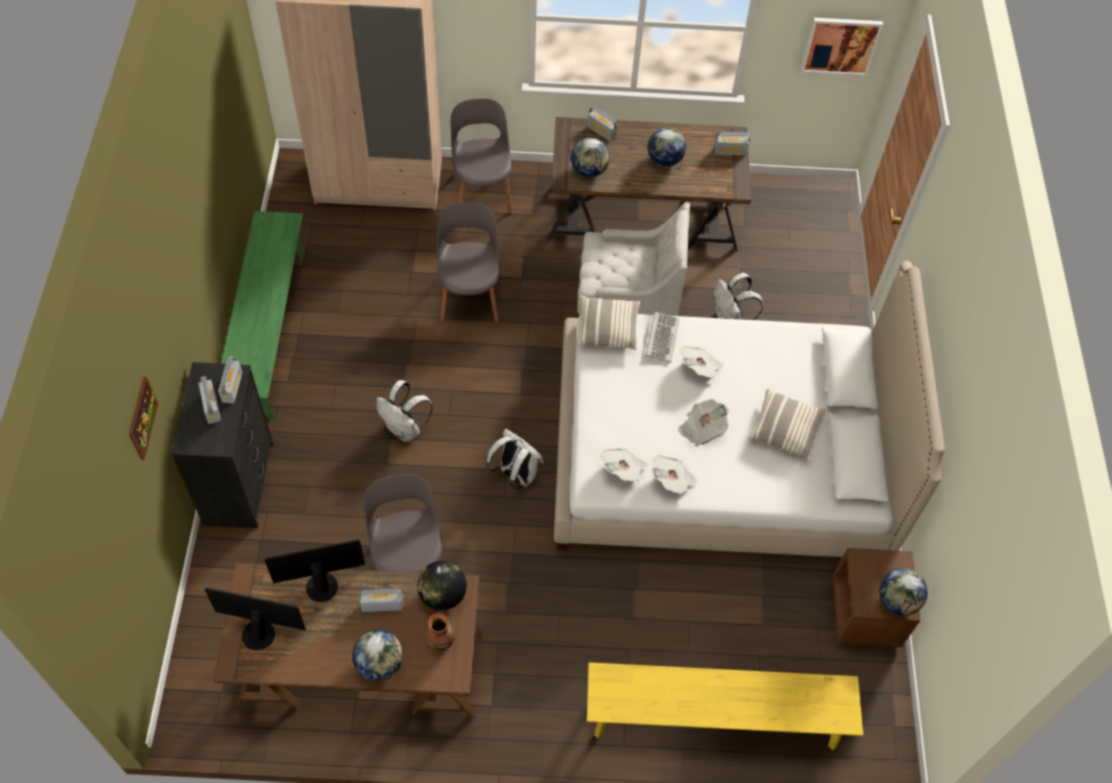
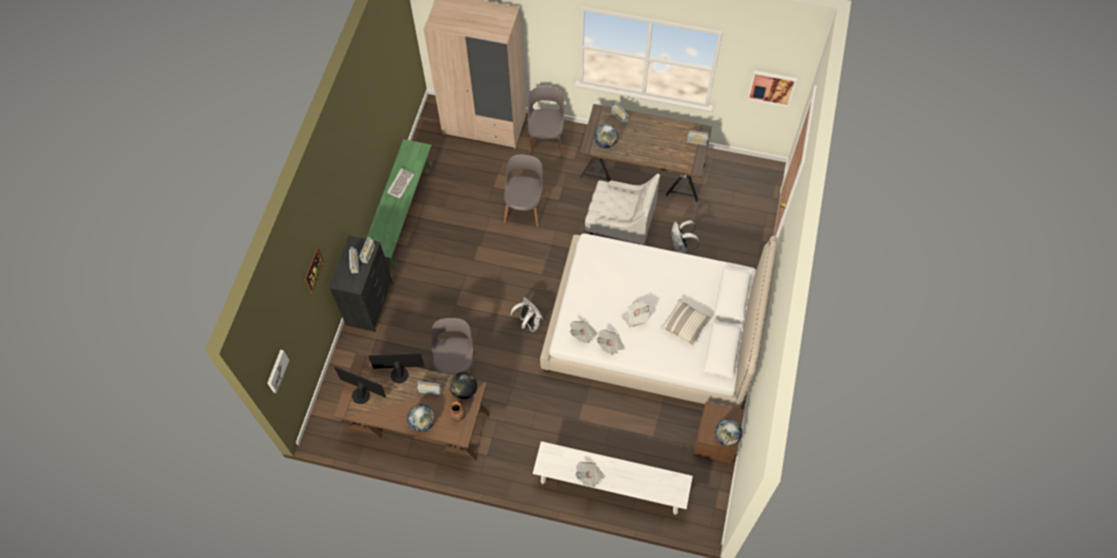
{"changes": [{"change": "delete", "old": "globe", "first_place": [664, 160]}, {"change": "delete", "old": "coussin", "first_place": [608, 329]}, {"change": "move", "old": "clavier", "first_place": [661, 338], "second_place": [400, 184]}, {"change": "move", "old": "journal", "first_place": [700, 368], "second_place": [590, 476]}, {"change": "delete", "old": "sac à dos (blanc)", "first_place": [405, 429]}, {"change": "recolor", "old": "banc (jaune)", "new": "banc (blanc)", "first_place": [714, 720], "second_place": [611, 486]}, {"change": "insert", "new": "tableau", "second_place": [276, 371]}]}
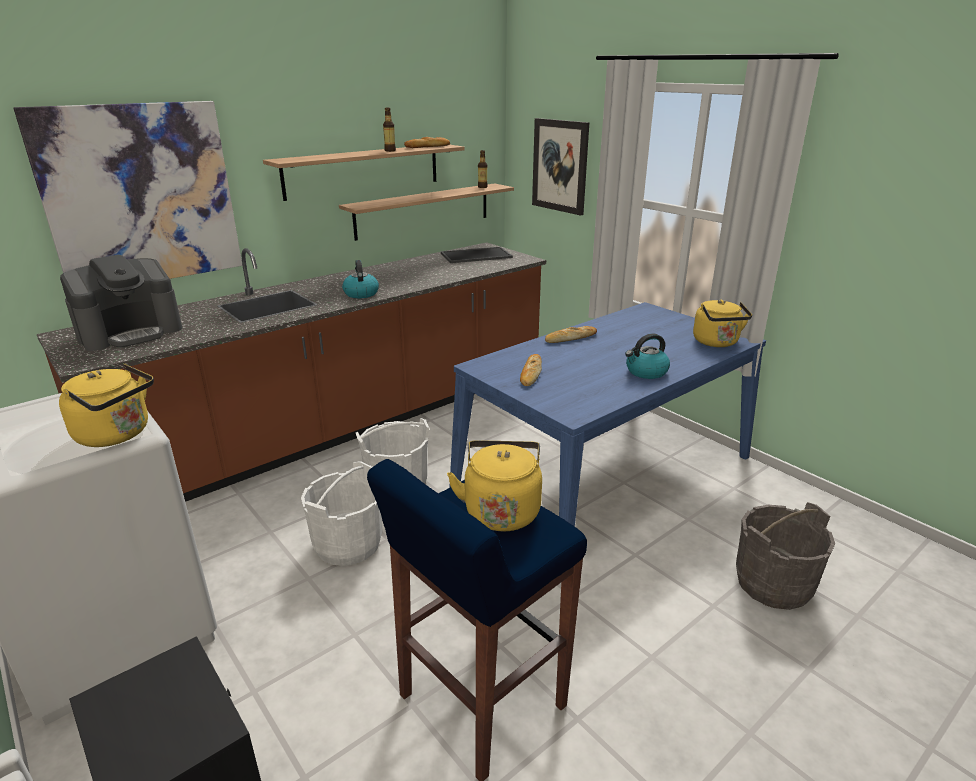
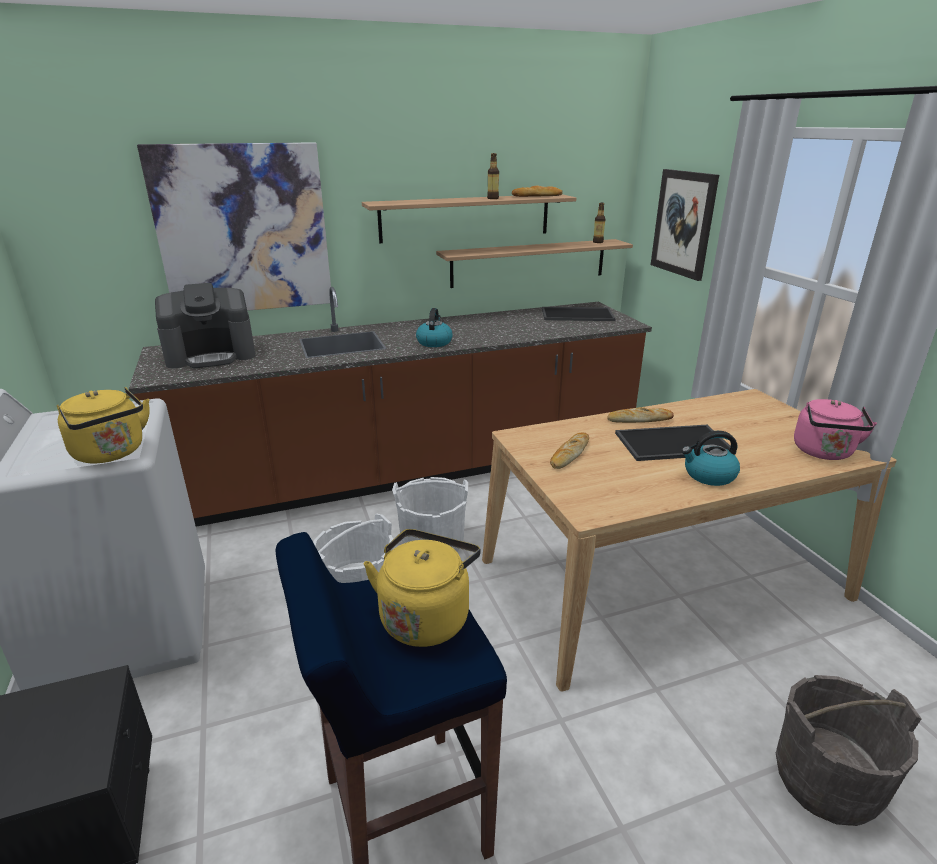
{"changes": [{"change": "recolor", "old": "bouilloire (jaune)", "new": "bouilloire (rose)", "first_place": [717, 343], "second_place": [824, 453]}, {"change": "recolor", "old": "table à manger (bleu)", "new": "table à manger (beige)", "first_place": [605, 472], "second_place": [661, 578]}, {"change": "insert", "new": "plateau", "second_place": [673, 444]}]}
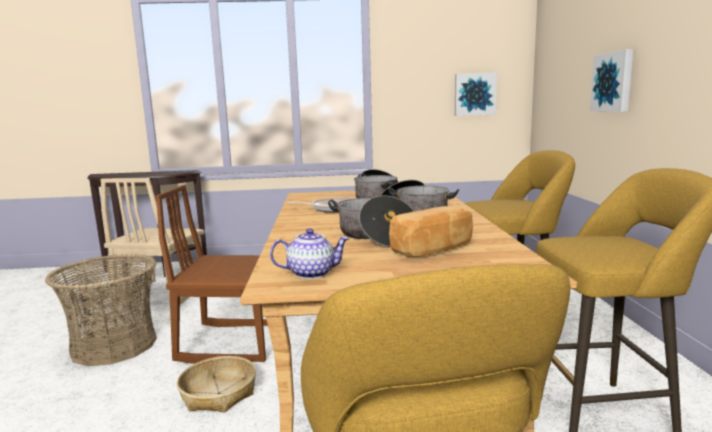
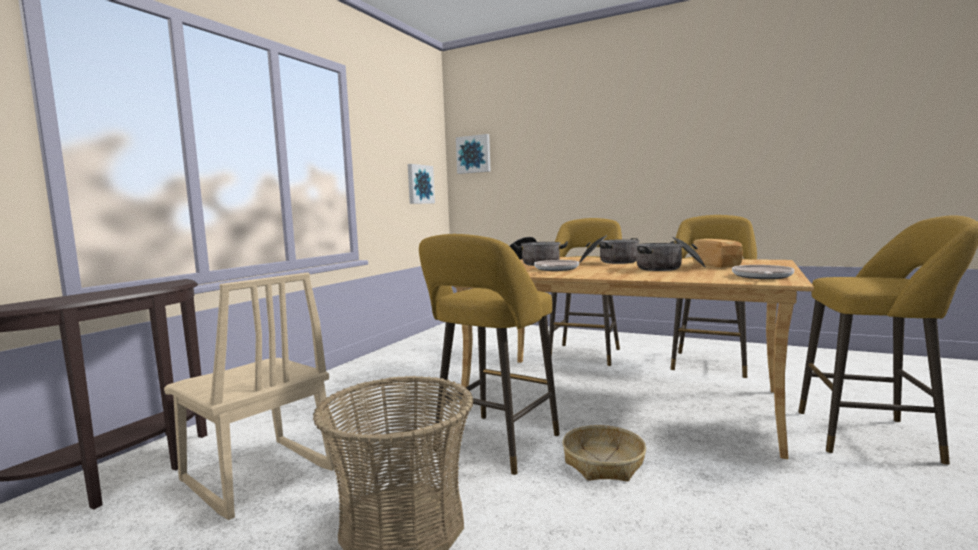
{"changes": [{"change": "move", "old": "tableau", "first_place": [613, 82], "second_place": [474, 154]}, {"change": "replace", "old": "chaise (marron)", "new": "tabouret (jaune)", "first_place": [232, 342], "second_place": [493, 445]}, {"change": "replace", "old": "théière", "new": "poêle", "first_place": [312, 273], "second_place": [761, 277]}]}
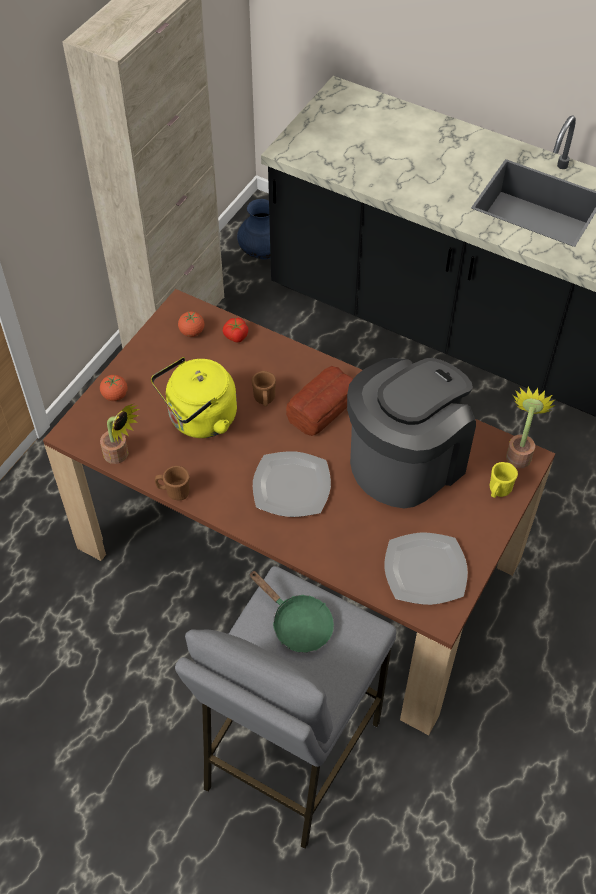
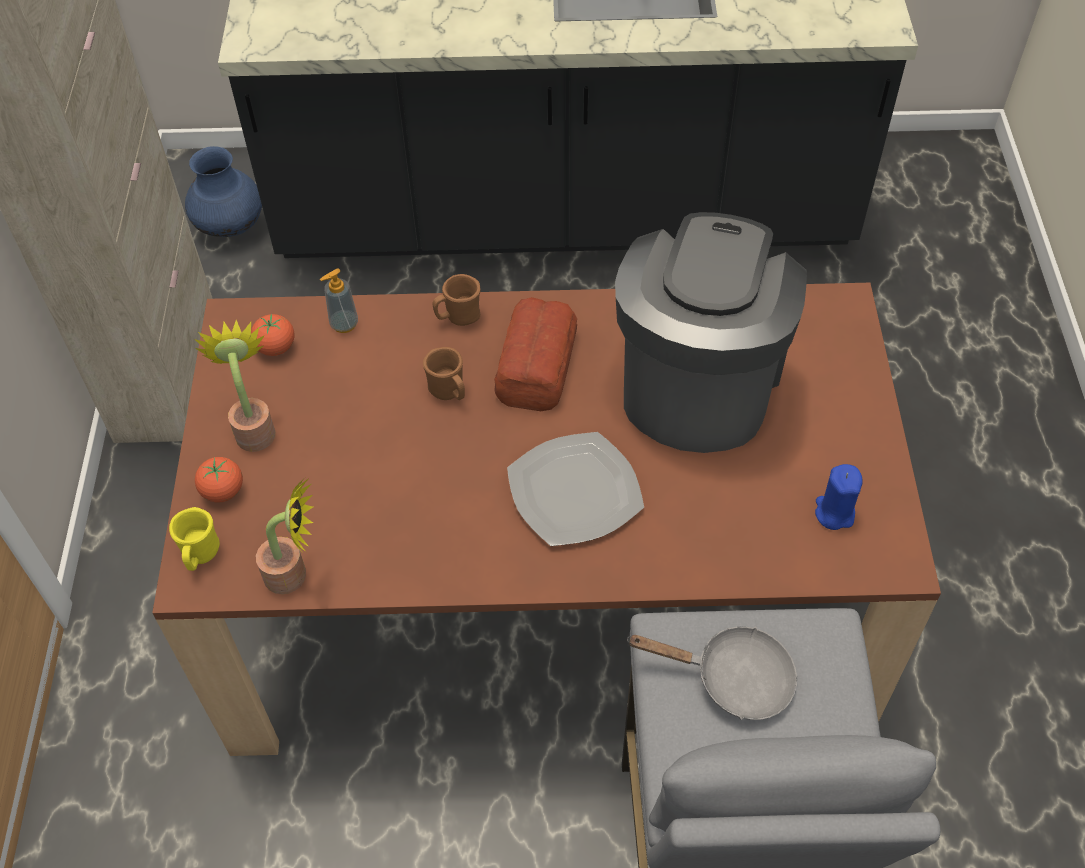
{"changes": [{"change": "replace", "old": "tomate", "new": "distributeur de savon", "first_place": [235, 336], "second_place": [344, 324]}, {"change": "delete", "old": "bouilloire (jaune)", "first_place": [199, 420]}, {"change": "move", "old": "plante en pot", "first_place": [519, 453], "second_place": [254, 428]}, {"change": "move", "old": "mug (jaune)", "first_place": [498, 491], "second_place": [200, 555]}, {"change": "move", "old": "mug (marron)", "first_place": [174, 492], "second_place": [458, 317]}, {"change": "replace", "old": "assiette", "new": "bougie (bleu)", "first_place": [426, 571], "second_place": [834, 512]}, {"change": "recolor", "old": "poêle (vert)", "new": "poêle (gris)", "first_place": [297, 624], "second_place": [733, 678]}]}
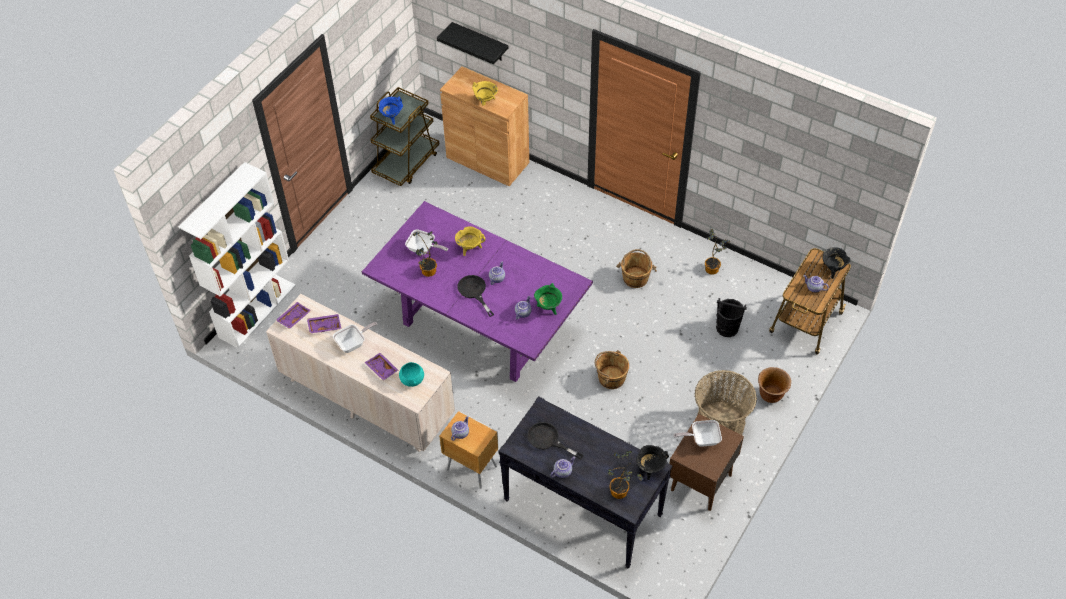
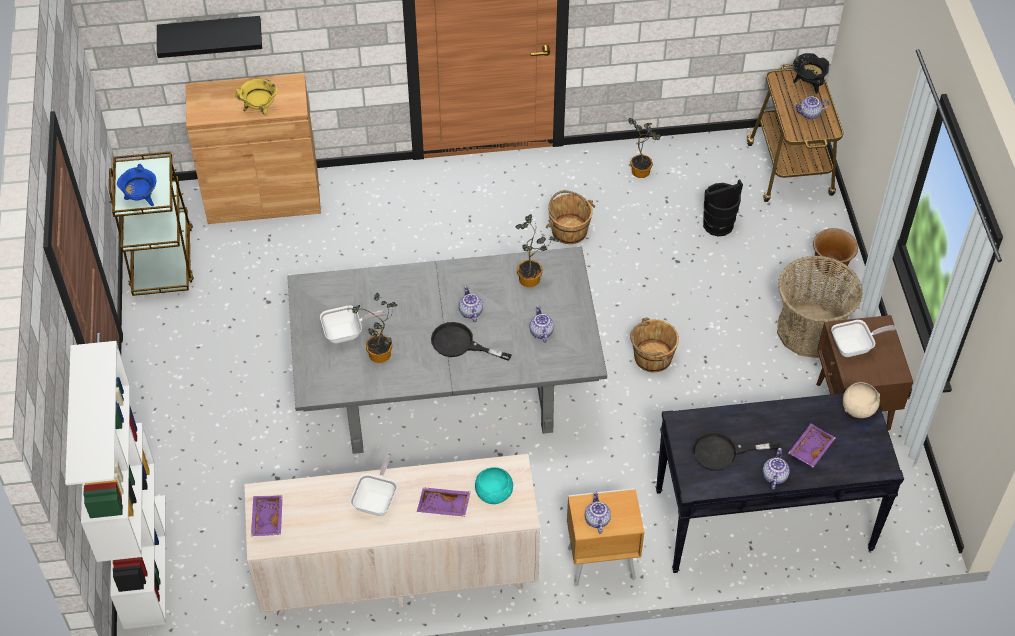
{"changes": [{"change": "recolor", "old": "table à manger (violet)", "new": "table à manger (gris)", "first_place": [479, 325], "second_place": [445, 395]}, {"change": "delete", "old": "marmite (jaune)", "first_place": [470, 248]}, {"change": "delete", "old": "marmite (vert)", "first_place": [548, 307]}, {"change": "move", "old": "plateau (violet)", "first_place": [324, 326], "second_place": [809, 448]}, {"change": "rotate", "old": "poêle", "first_place": [701, 439], "second_place": [855, 347], "degrees": -150}, {"change": "replace", "old": "marmite (noir)", "new": "bol (beige)", "first_place": [650, 469], "second_place": [858, 408]}, {"change": "move", "old": "plante en pot", "first_place": [621, 492], "second_place": [533, 278]}]}
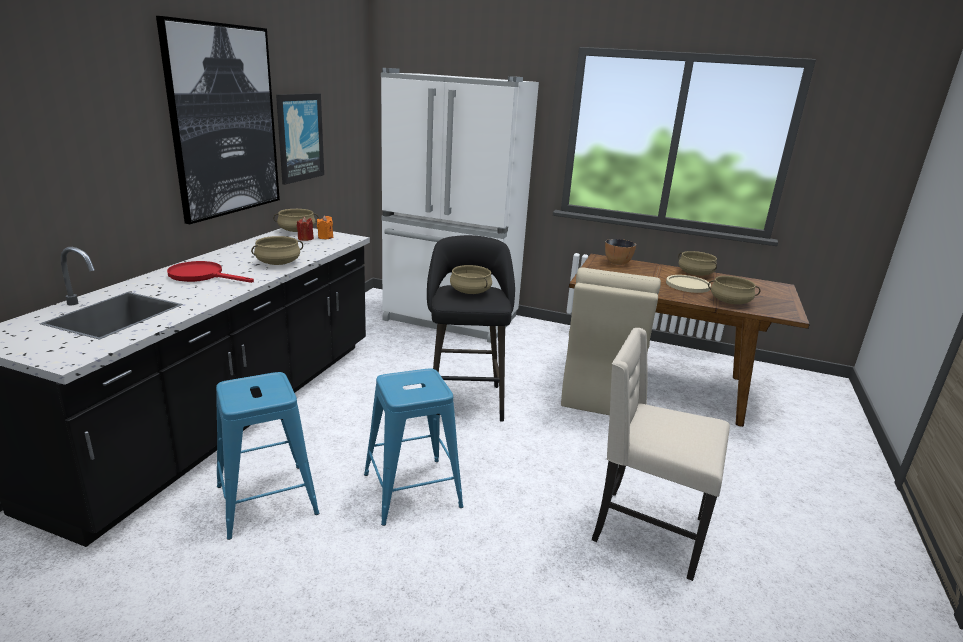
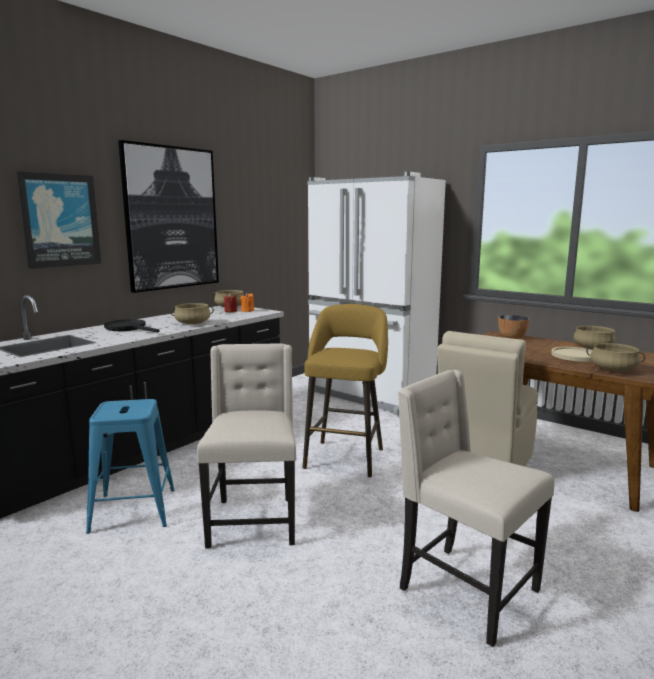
{"changes": [{"change": "move", "old": "tableau", "first_place": [299, 137], "second_place": [60, 220]}, {"change": "recolor", "old": "tabouret (noir)", "new": "tabouret (jaune)", "first_place": [465, 399], "second_place": [345, 456]}, {"change": "recolor", "old": "poêle (rouge)", "new": "poêle (noir)", "first_place": [202, 276], "second_place": [129, 328]}, {"change": "delete", "old": "marmite (beige)", "first_place": [470, 291]}, {"change": "replace", "old": "tabouret (bleu)", "new": "chaise (beige)", "first_place": [411, 490], "second_place": [253, 520]}]}
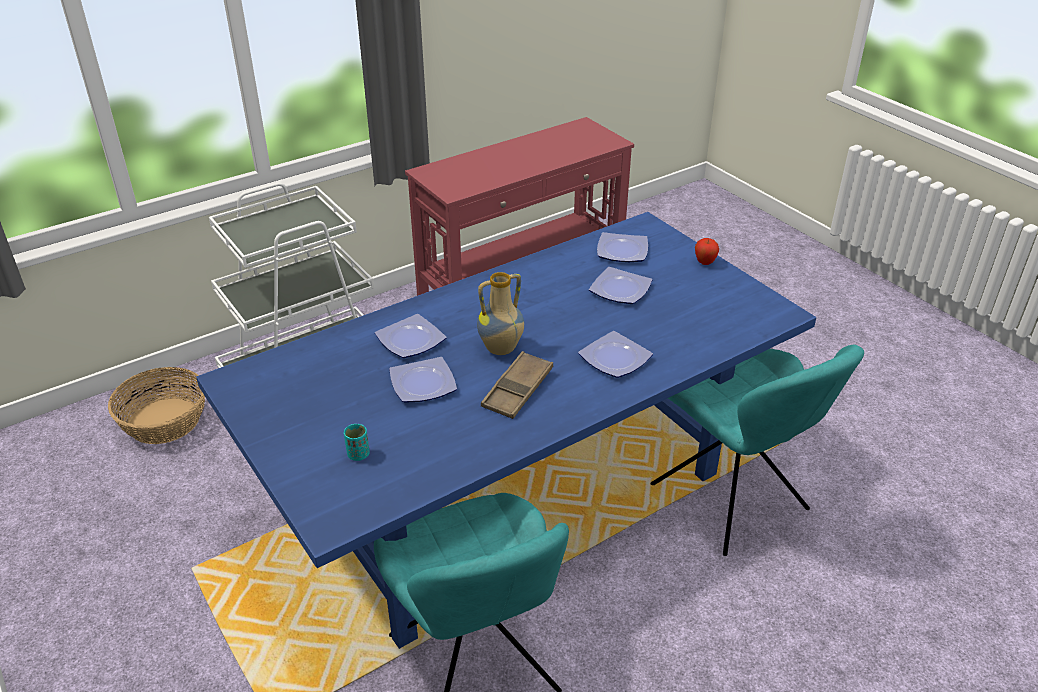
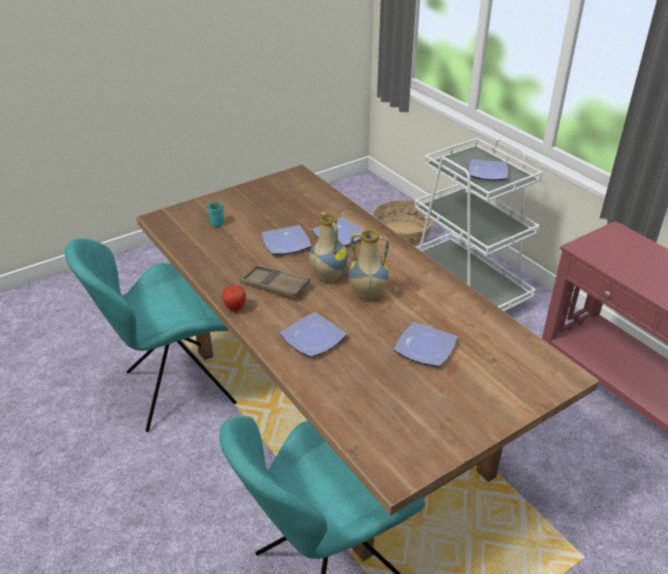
{"changes": [{"change": "recolor", "old": "table à manger (bleu)", "new": "table à manger (marron)", "first_place": [520, 494], "second_place": [335, 411]}, {"change": "move", "old": "assiette", "first_place": [623, 251], "second_place": [488, 173]}, {"change": "move", "old": "pomme", "first_place": [705, 263], "second_place": [235, 308]}, {"change": "insert", "new": "vase", "second_place": [367, 295]}]}
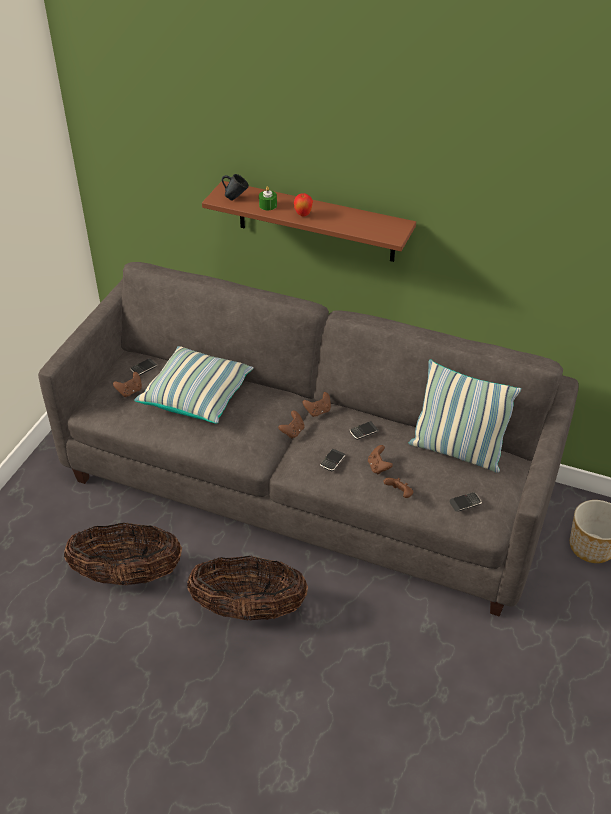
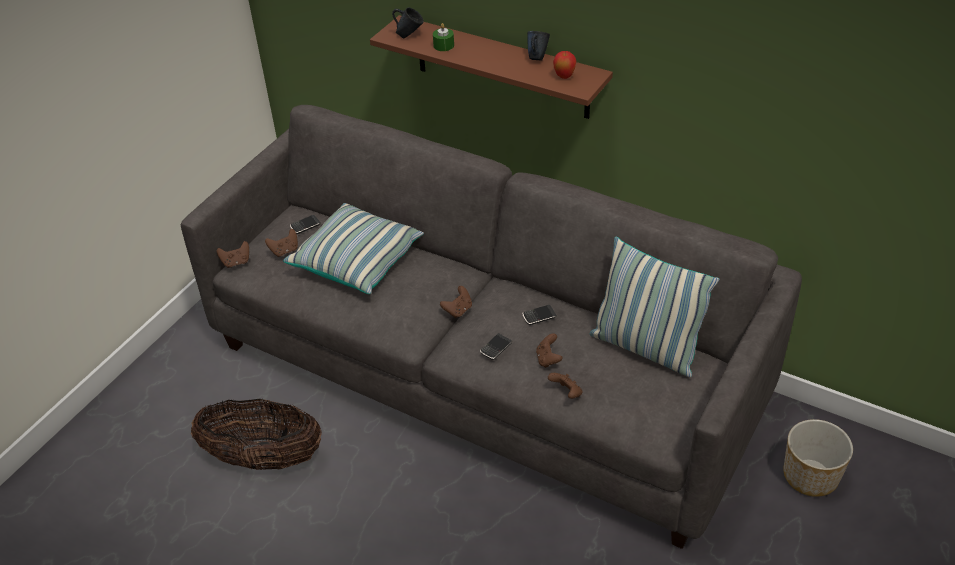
{"changes": [{"change": "move", "old": "pomme", "first_place": [303, 215], "second_place": [564, 77]}, {"change": "move", "old": "manette (marron)", "first_place": [318, 411], "second_place": [236, 262]}, {"change": "delete", "old": "téléphone", "first_place": [465, 503]}, {"change": "delete", "old": "panier", "first_place": [249, 609]}, {"change": "insert", "new": "mug (bleu)", "second_place": [537, 57]}]}
